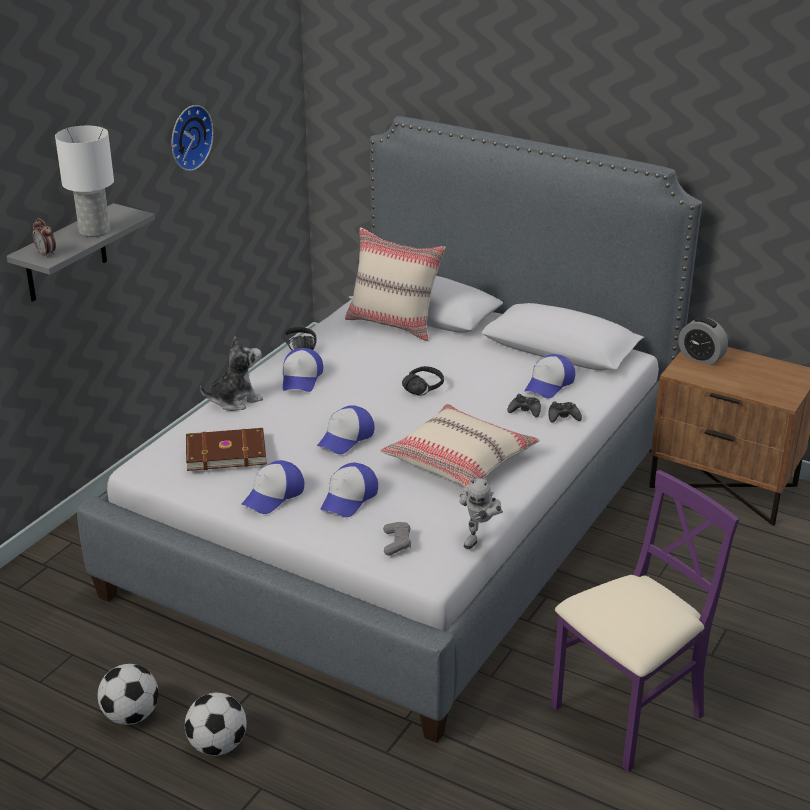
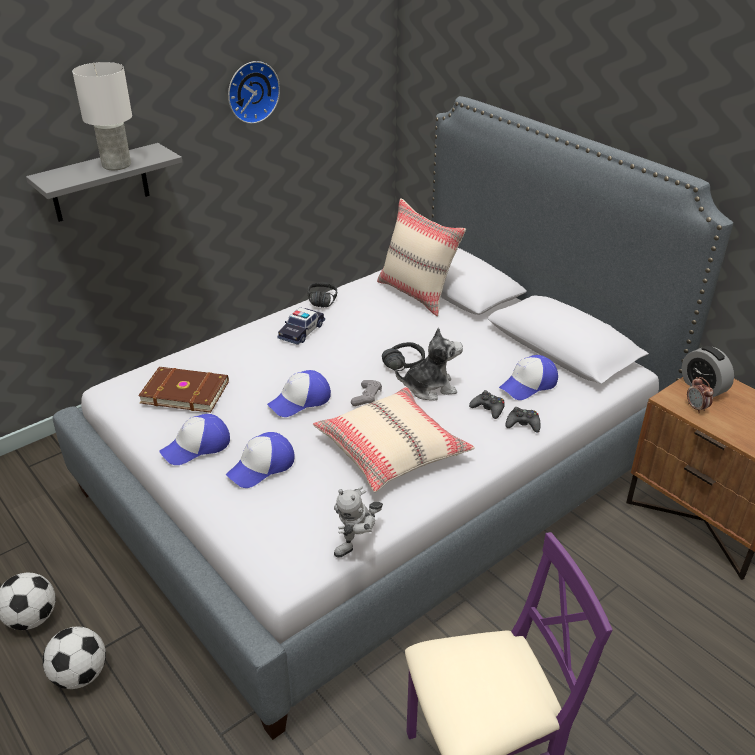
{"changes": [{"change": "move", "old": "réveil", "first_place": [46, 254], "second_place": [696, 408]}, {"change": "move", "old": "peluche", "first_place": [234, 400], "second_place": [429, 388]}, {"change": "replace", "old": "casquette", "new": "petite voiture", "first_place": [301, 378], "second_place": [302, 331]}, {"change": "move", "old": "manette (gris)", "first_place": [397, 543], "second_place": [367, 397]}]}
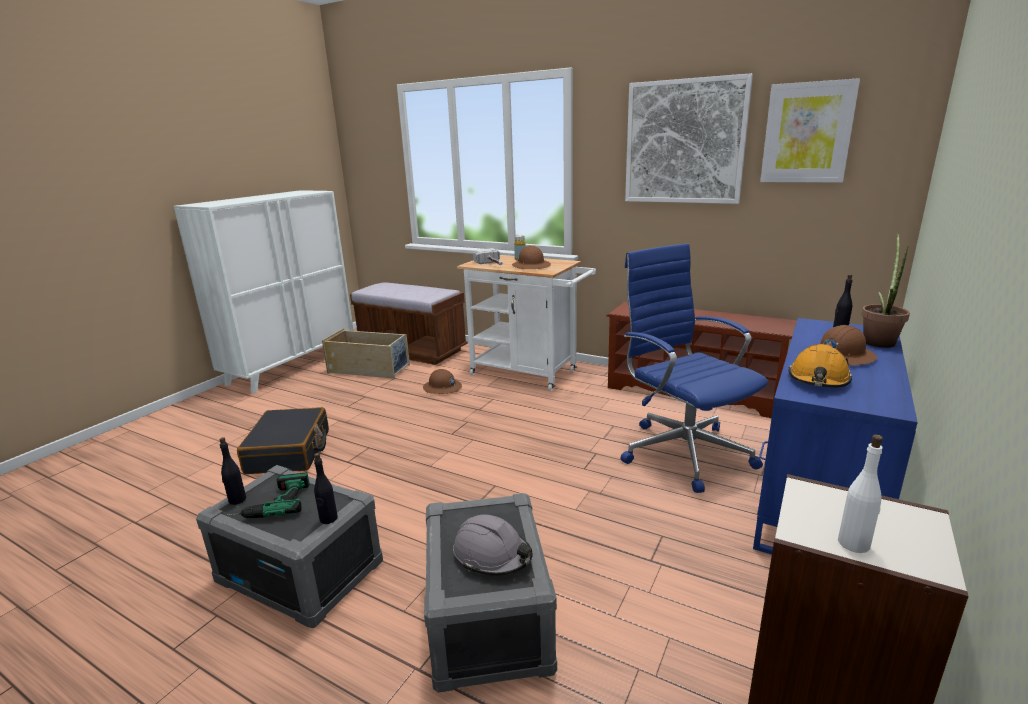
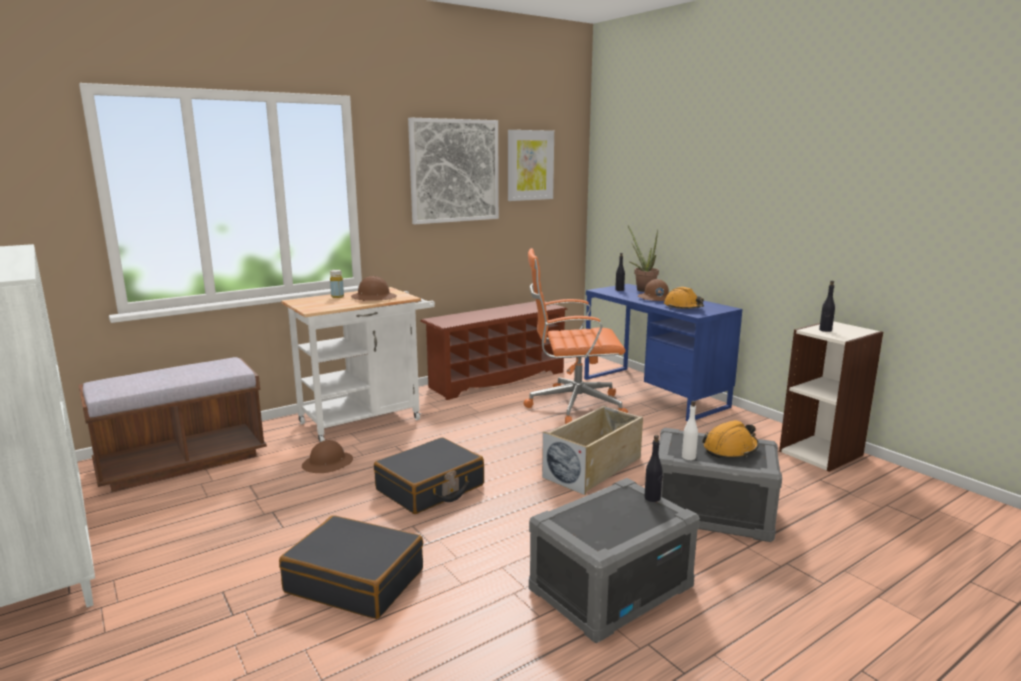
{"changes": [{"change": "recolor", "old": "chaise de bureau (bleu)", "new": "chaise de bureau (orange)", "first_place": [683, 451], "second_place": [573, 406]}, {"change": "delete", "old": "marteau", "first_place": [492, 265]}, {"change": "move", "old": "boîte de rangement (beige)", "first_place": [370, 369], "second_place": [593, 467]}, {"change": "move", "old": "bouteille (blanc)", "first_place": [854, 543], "second_place": [688, 457]}, {"change": "move", "old": "bouteille (noir)", "first_place": [237, 500], "second_place": [825, 330]}, {"change": "delete", "old": "perceuse", "first_place": [270, 503]}, {"change": "recolor", "old": "casque de chantier (gris)", "new": "casque de chantier (orange)", "first_place": [492, 555], "second_place": [730, 449]}, {"change": "insert", "new": "valise (noir)", "second_place": [430, 488]}]}
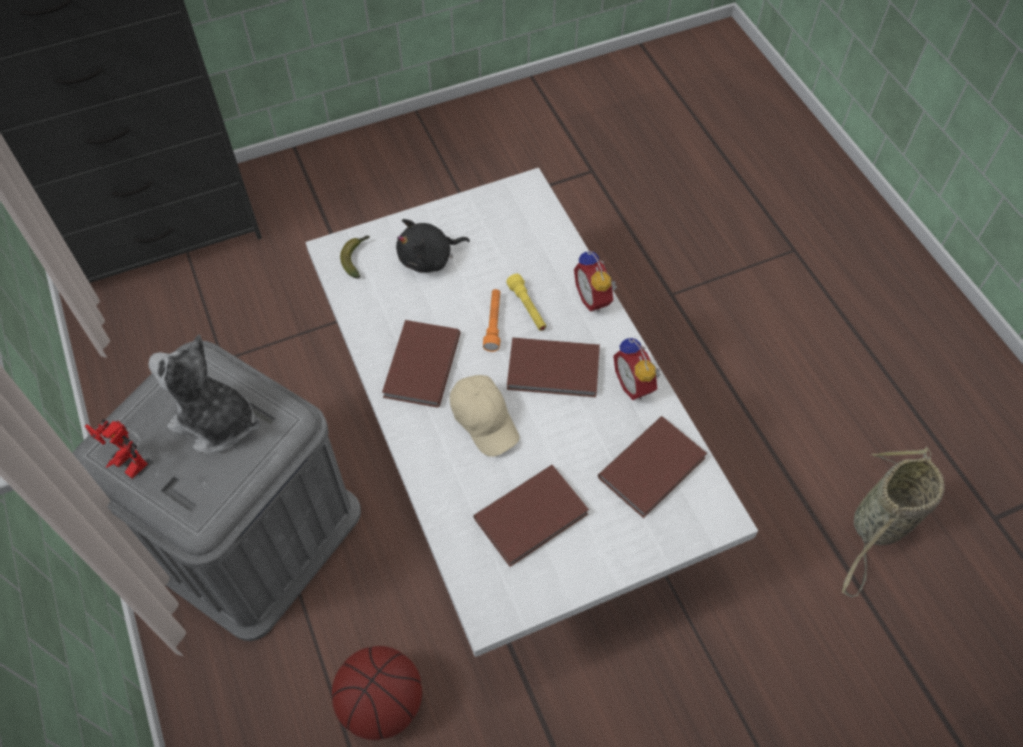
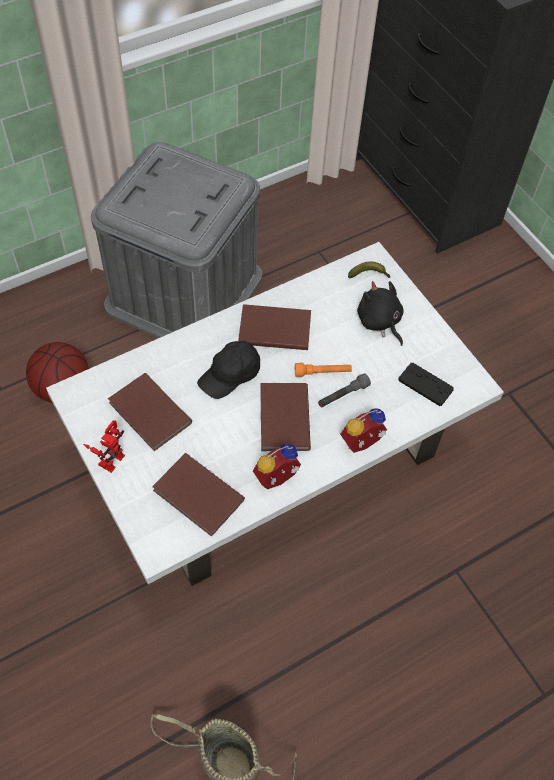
{"changes": [{"change": "recolor", "old": "lampe de poche (jaune)", "new": "lampe de poche (gris)", "first_place": [527, 308], "second_place": [342, 395]}, {"change": "delete", "old": "peluche", "first_place": [216, 422]}, {"change": "recolor", "old": "casquette (beige)", "new": "casquette (noir)", "first_place": [484, 420], "second_place": [230, 375]}, {"change": "move", "old": "robot jouet", "first_place": [124, 465], "second_place": [110, 457]}, {"change": "insert", "new": "manette (noir)", "second_place": [425, 385]}]}
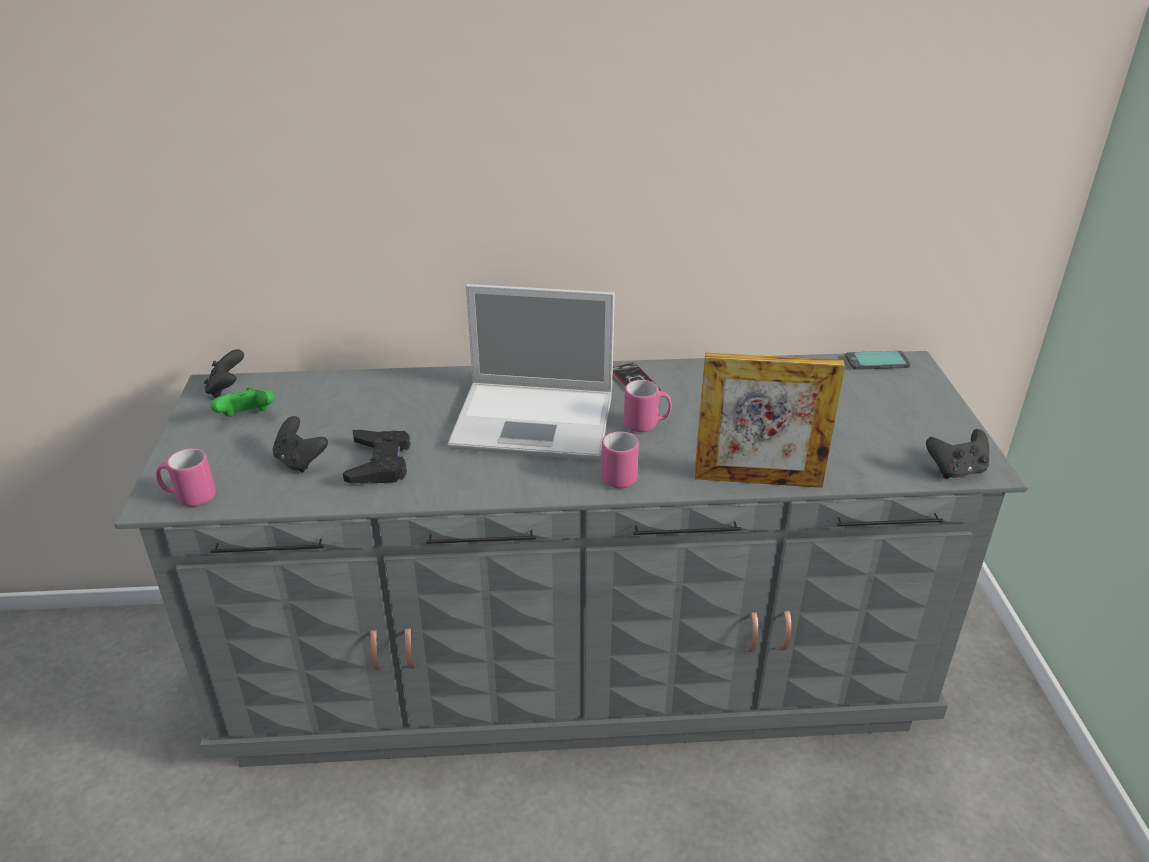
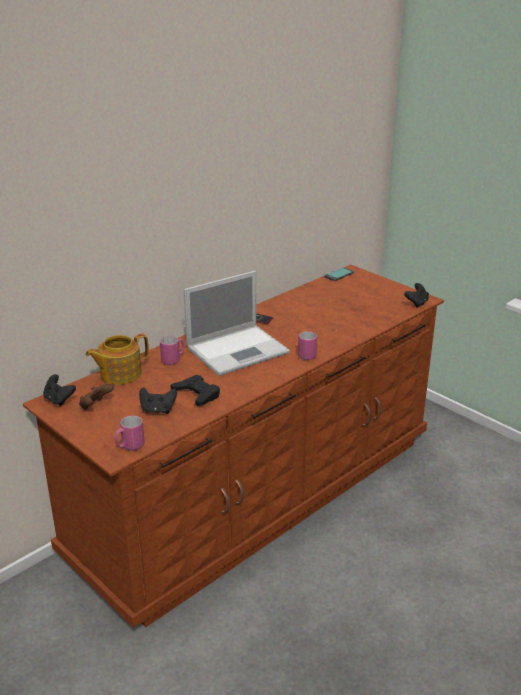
{"changes": [{"change": "recolor", "old": "commode (gris)", "new": "commode (marron)", "first_place": [574, 668], "second_place": [258, 495]}, {"change": "delete", "old": "cadre photo", "first_place": [757, 480]}, {"change": "move", "old": "mug (rose)", "first_place": [646, 424], "second_place": [173, 360]}, {"change": "recolor", "old": "manette (vert)", "new": "manette (marron)", "first_place": [247, 418], "second_place": [95, 406]}, {"change": "insert", "new": "théière", "second_place": [119, 374]}]}
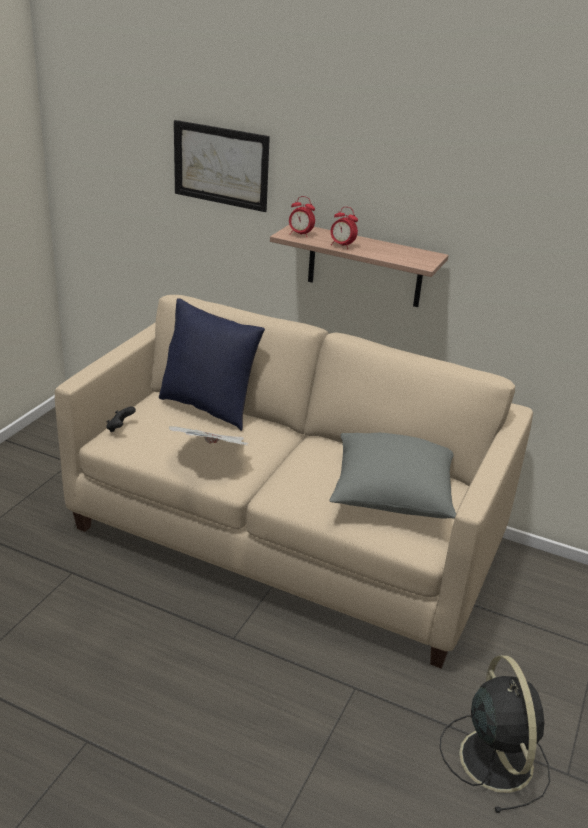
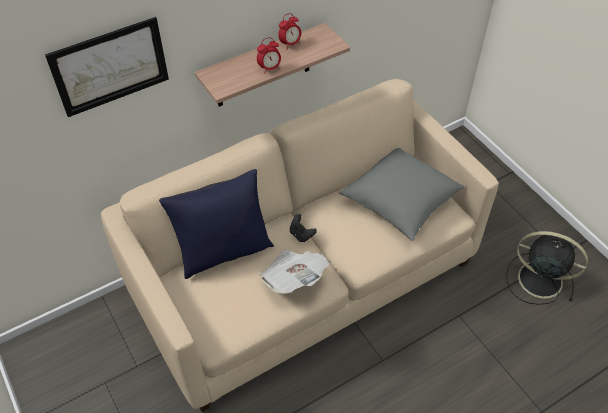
{"changes": [{"change": "move", "old": "réveil", "first_place": [300, 234], "second_place": [290, 44]}, {"change": "move", "old": "manette (noir)", "first_place": [120, 428], "second_place": [301, 234]}]}
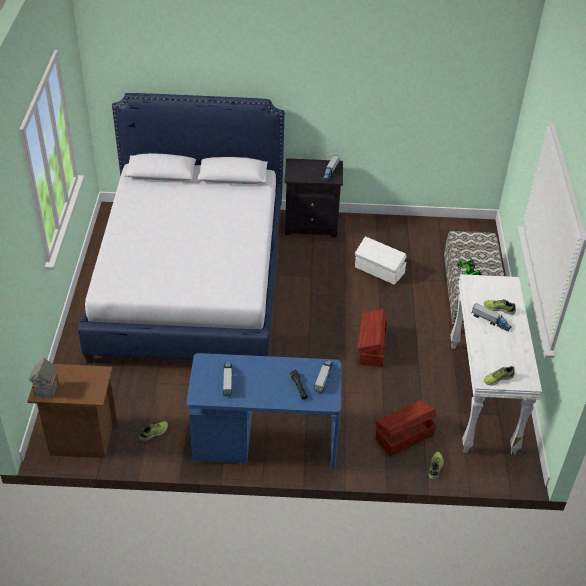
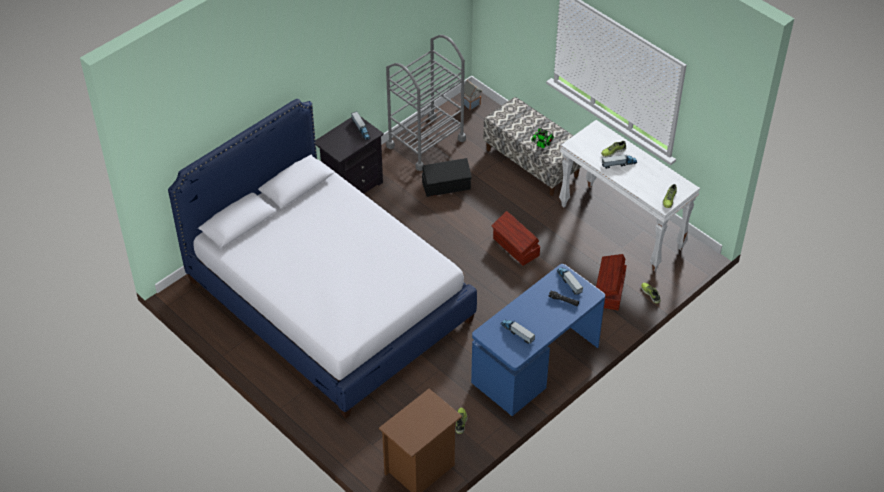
{"changes": [{"change": "recolor", "old": "boîte de rangement (blanc)", "new": "boîte de rangement (noir)", "first_place": [379, 270], "second_place": [447, 186]}, {"change": "move", "old": "maison miniature", "first_place": [46, 390], "second_place": [471, 104]}, {"change": "insert", "new": "chariot (gris)", "second_place": [426, 143]}]}
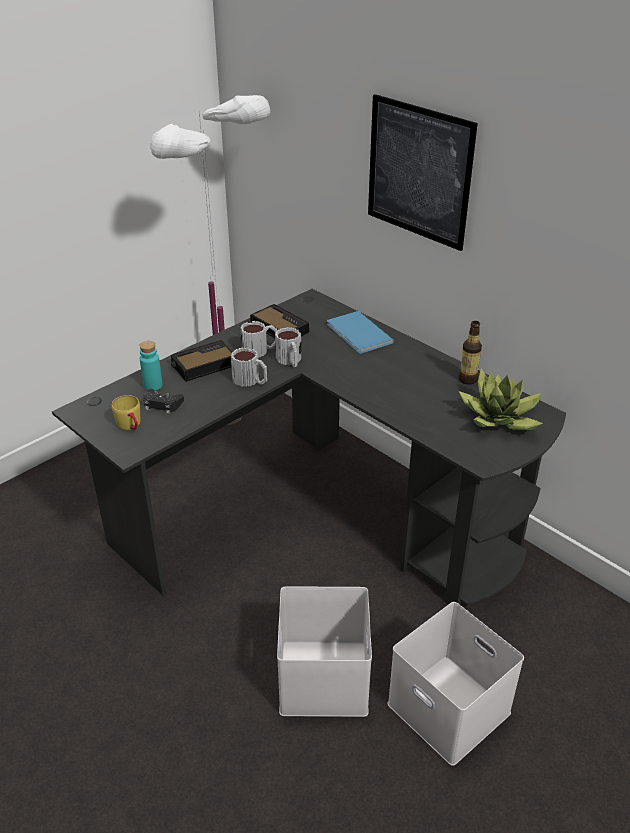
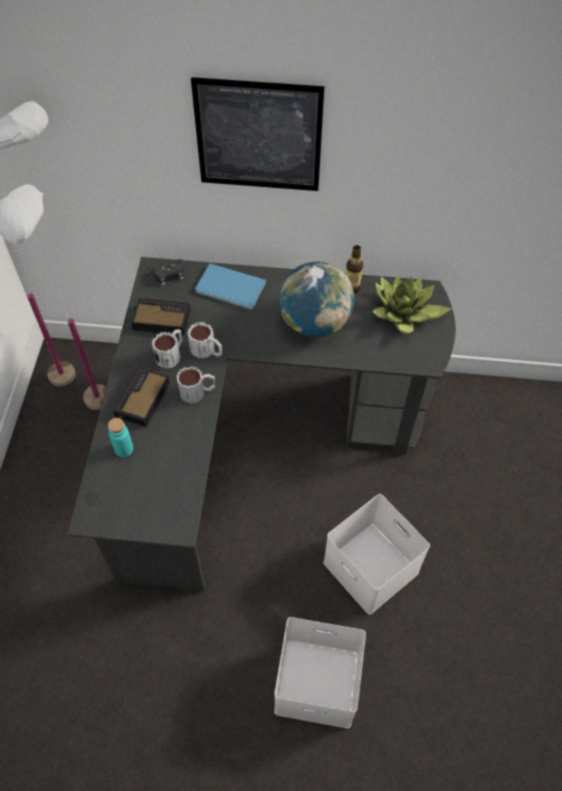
{"changes": [{"change": "move", "old": "manette (noir)", "first_place": [162, 404], "second_place": [169, 274]}, {"change": "delete", "old": "mug (jaune)", "first_place": [131, 426]}, {"change": "move", "old": "boîte de rangement (blanc)", "first_place": [445, 708], "second_place": [315, 684]}, {"change": "insert", "new": "globe", "second_place": [315, 323]}]}
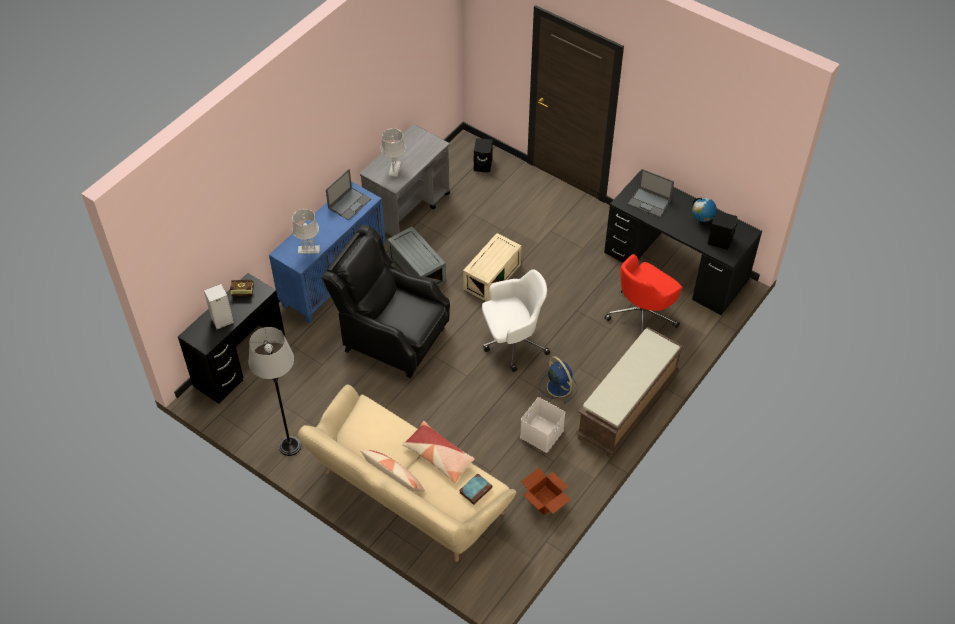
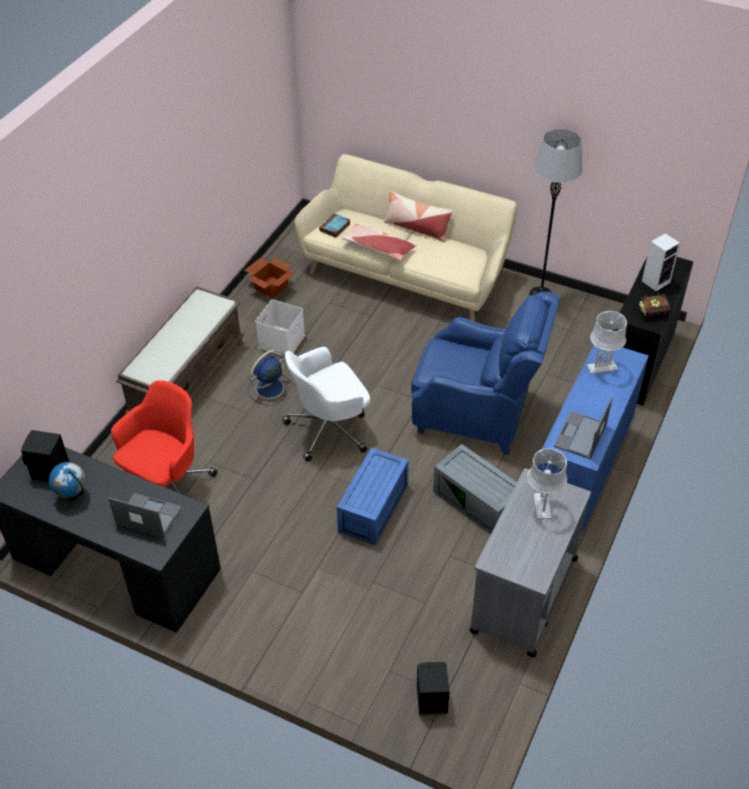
{"changes": [{"change": "recolor", "old": "fauteuil (noir)", "new": "fauteuil (bleu)", "first_place": [392, 337], "second_place": [477, 413]}, {"change": "recolor", "old": "boîte de rangement (beige)", "new": "boîte de rangement (bleu)", "first_place": [492, 275], "second_place": [374, 509]}, {"change": "rotate", "old": "ventilateur (bleu)", "first_place": [558, 386], "second_place": [268, 389], "degrees": 90}]}
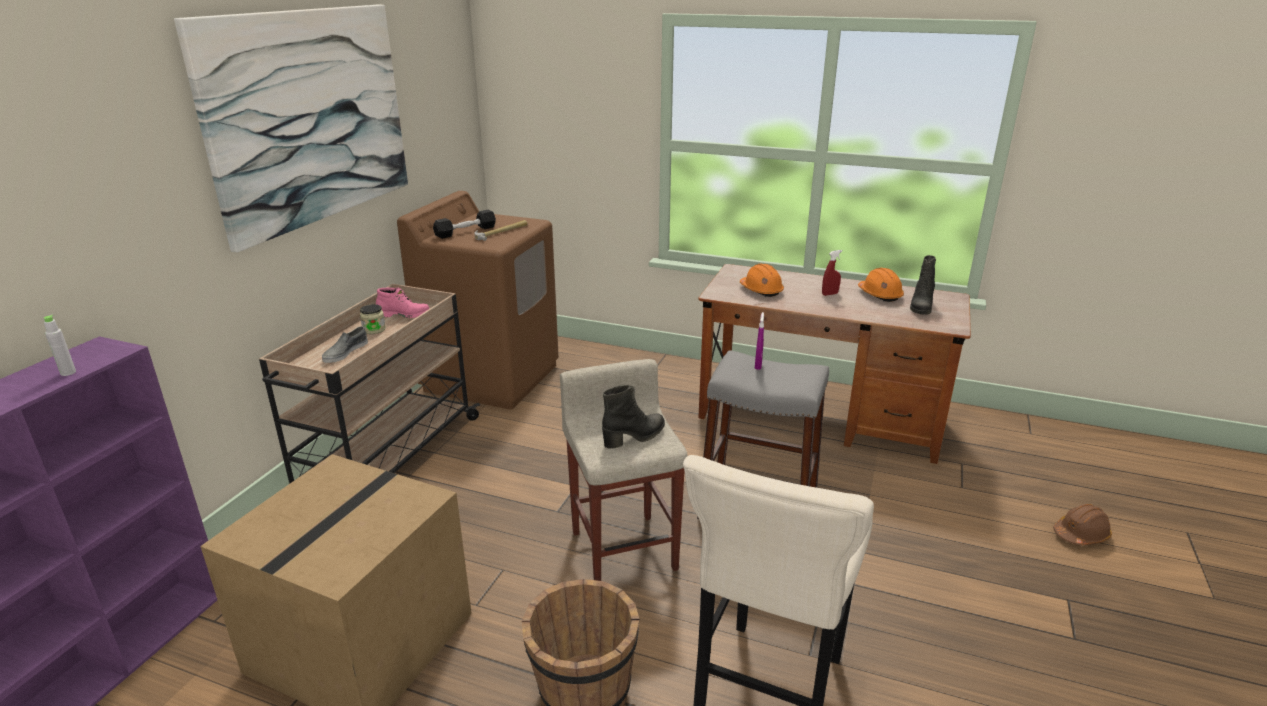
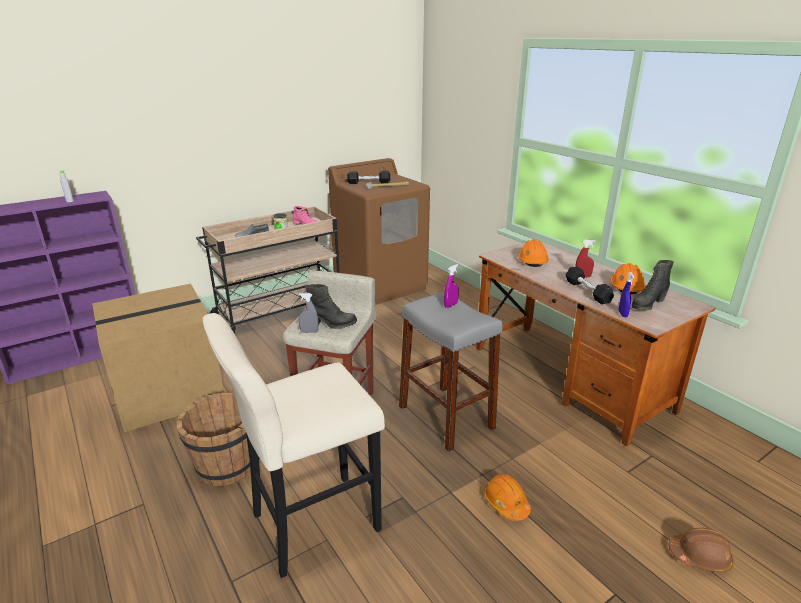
{"changes": [{"change": "delete", "old": "tableau", "first_place": [310, 117]}, {"change": "insert", "new": "haltère (noir)", "second_place": [587, 291]}, {"change": "insert", "new": "vaporisateur (bleu)", "second_place": [622, 314]}, {"change": "insert", "new": "vaporisateur (gris)", "second_place": [309, 332]}, {"change": "insert", "new": "casque de chantier (orange)", "second_place": [506, 503]}]}
